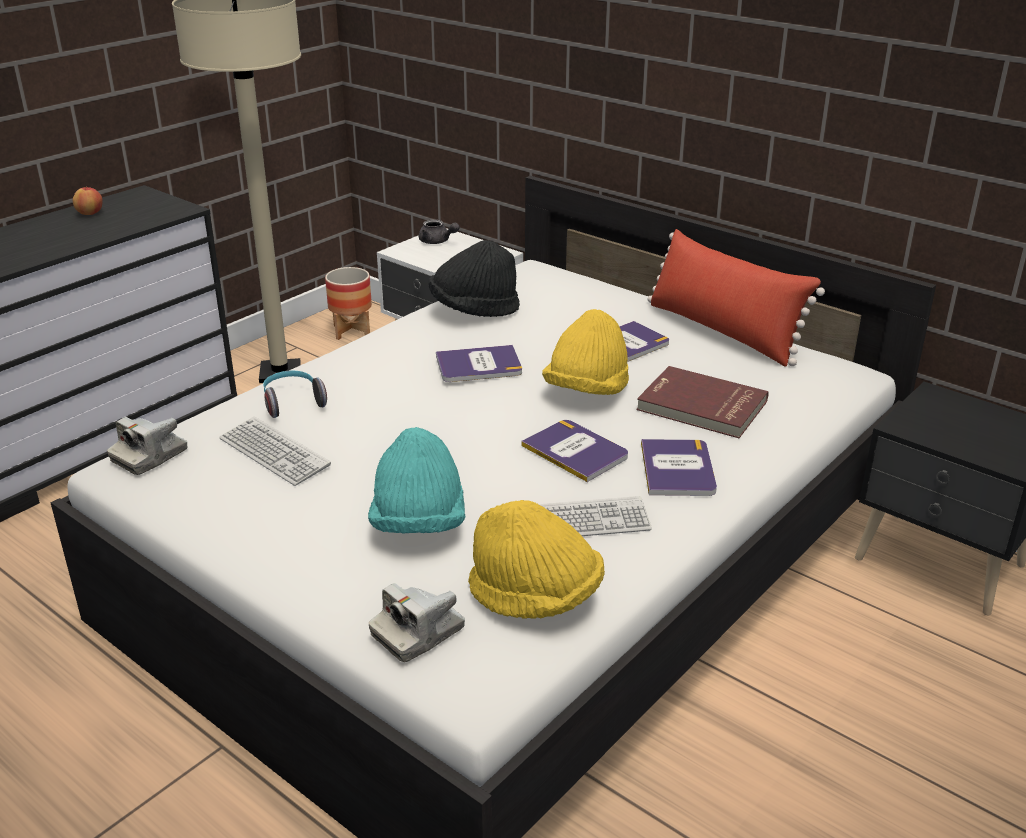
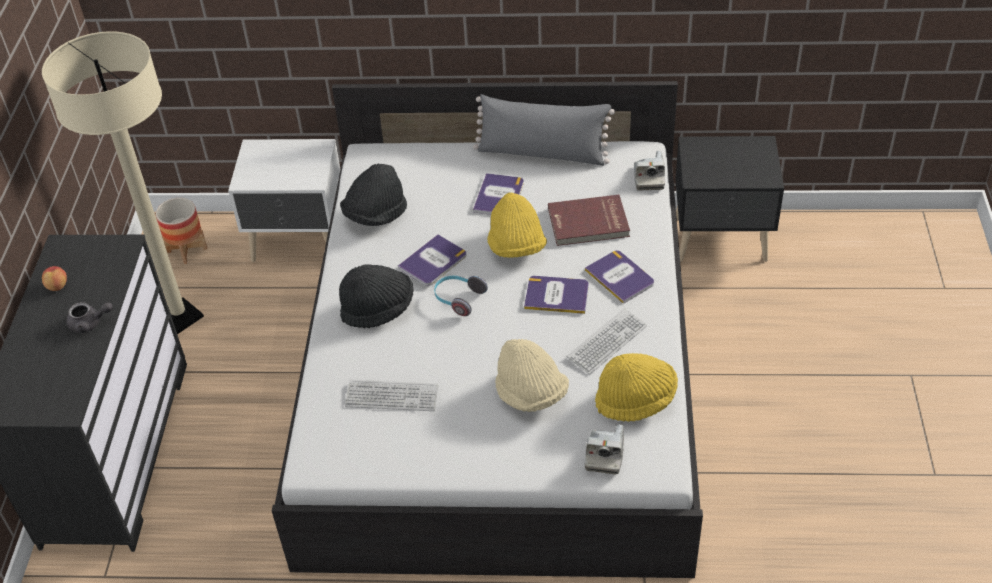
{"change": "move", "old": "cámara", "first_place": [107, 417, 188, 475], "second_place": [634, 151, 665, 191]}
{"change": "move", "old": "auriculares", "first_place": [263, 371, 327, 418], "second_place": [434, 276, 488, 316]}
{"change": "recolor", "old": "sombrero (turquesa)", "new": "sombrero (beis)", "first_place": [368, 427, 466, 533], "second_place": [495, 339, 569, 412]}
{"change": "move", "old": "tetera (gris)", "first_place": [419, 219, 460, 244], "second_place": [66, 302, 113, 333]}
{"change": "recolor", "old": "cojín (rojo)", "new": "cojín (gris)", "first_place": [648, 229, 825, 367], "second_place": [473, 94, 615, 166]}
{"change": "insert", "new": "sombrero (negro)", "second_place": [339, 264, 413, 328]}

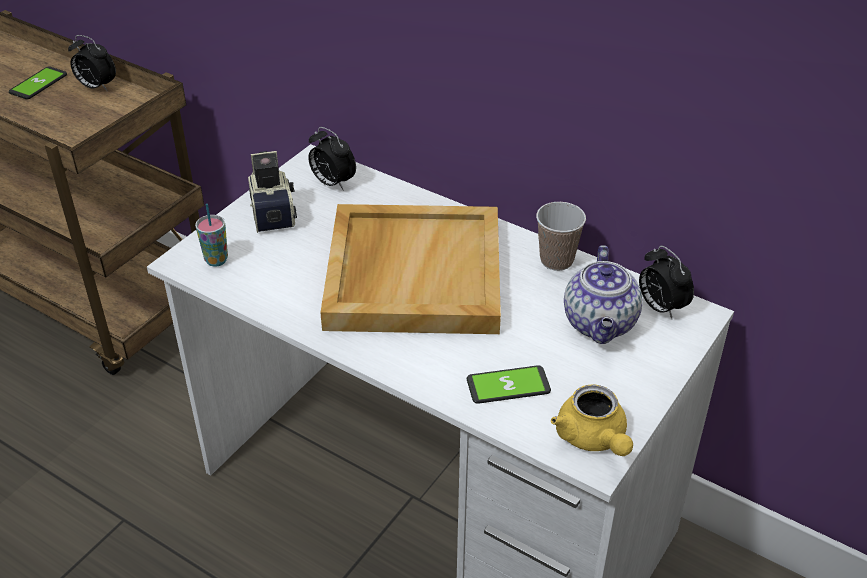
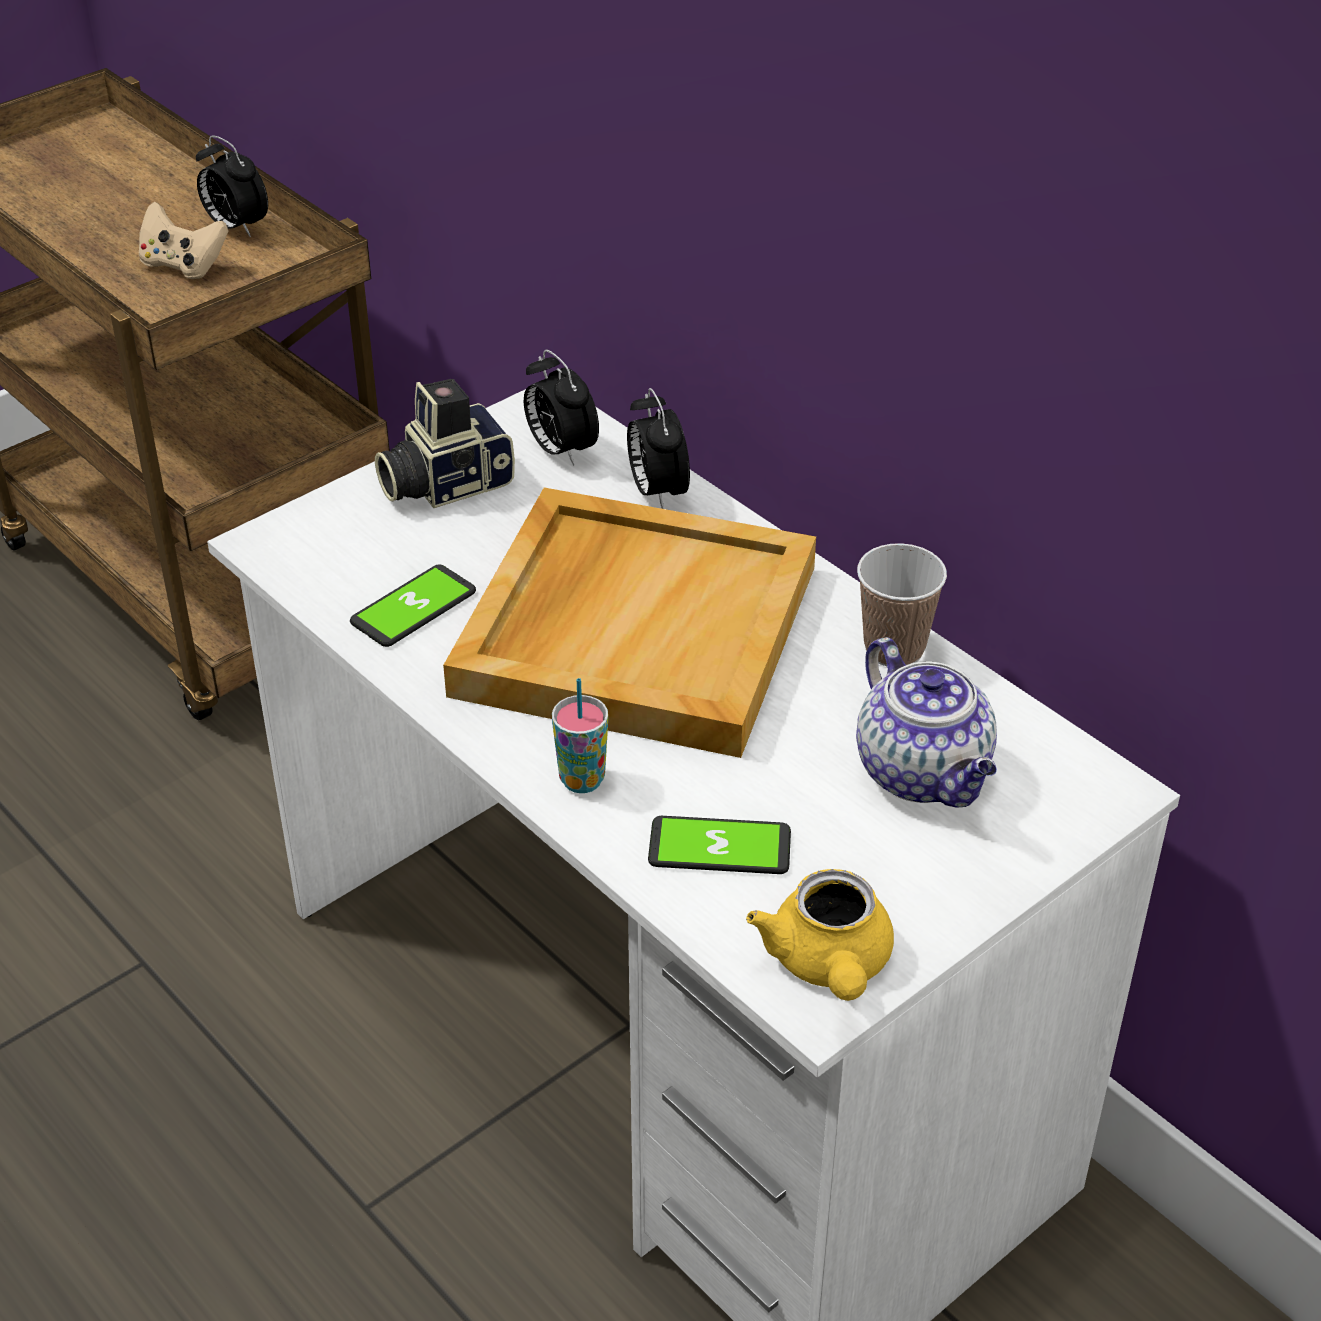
{"change": "move", "old": "móvil", "first_place": [9, 66, 67, 99], "second_place": [350, 564, 476, 647]}
{"change": "move", "old": "taza", "first_place": [195, 204, 228, 267], "second_place": [552, 678, 608, 793]}
{"change": "rotate", "old": "cámara", "first_place": [248, 151, 297, 233], "second_place": [375, 379, 515, 508], "degrees": -120}
{"change": "rotate", "old": "tetera", "first_place": [564, 245, 643, 344], "second_place": [856, 637, 997, 807], "degrees": -45}
{"change": "move", "old": "despertador", "first_place": [639, 246, 694, 319], "second_place": [627, 388, 690, 509]}
{"change": "insert", "new": "mando de consola (beis)", "second_place": [139, 201, 229, 279]}

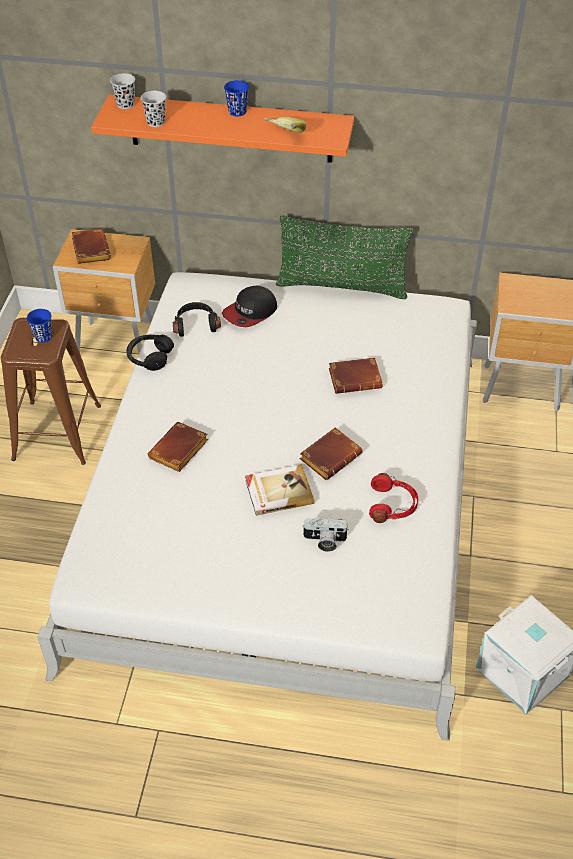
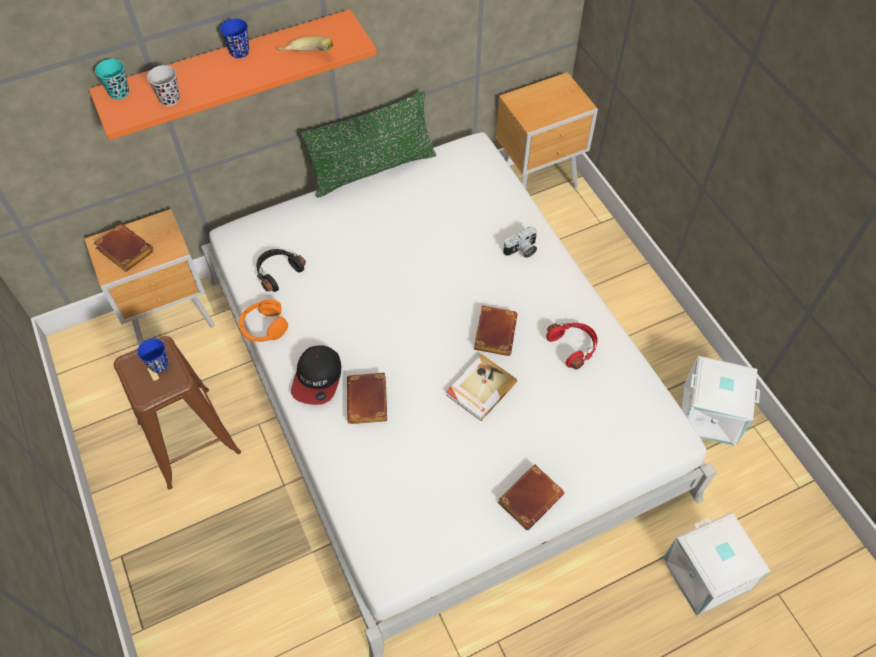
{"change": "recolor", "old": "taza (negro)", "new": "taza (turquesa)", "first_place": [110, 73, 135, 109], "second_place": [95, 59, 129, 100]}
{"change": "recolor", "old": "auriculares (negro)", "new": "auriculares (naranja)", "first_place": [126, 335, 174, 371], "second_place": [239, 299, 288, 342]}
{"change": "move", "old": "gorra", "first_place": [222, 285, 277, 327], "second_place": [291, 345, 341, 405]}
{"change": "move", "old": "cámara", "first_place": [302, 518, 349, 552], "second_place": [503, 226, 537, 258]}
{"change": "move", "old": "libro (marrón)", "first_place": [329, 357, 382, 394], "second_place": [498, 464, 564, 530]}
{"change": "insert", "new": "caja de almacenaje (blanco)", "second_place": [663, 512, 771, 616]}

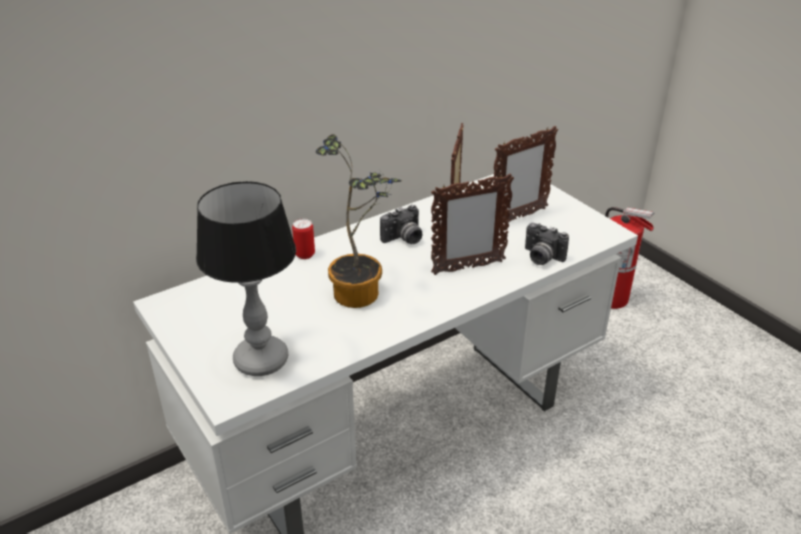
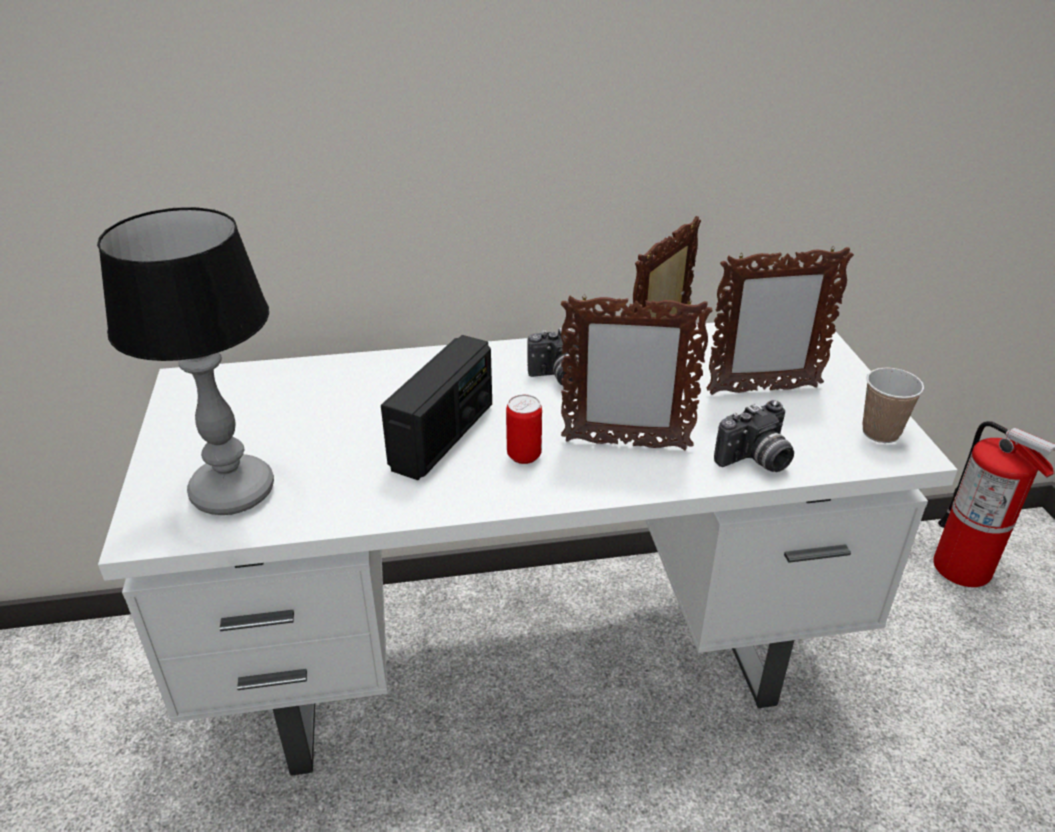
{"change": "move", "old": "lata", "first_place": [292, 219, 315, 259], "second_place": [506, 394, 542, 464]}
{"change": "replace", "old": "planta en maceta", "new": "radio", "first_place": [316, 134, 402, 308], "second_place": [381, 335, 492, 480]}
{"change": "rotate", "old": "cámara", "first_place": [525, 223, 569, 265], "second_place": [714, 400, 794, 472], "degrees": -90}
{"change": "insert", "new": "taza", "second_place": [862, 368, 924, 443]}

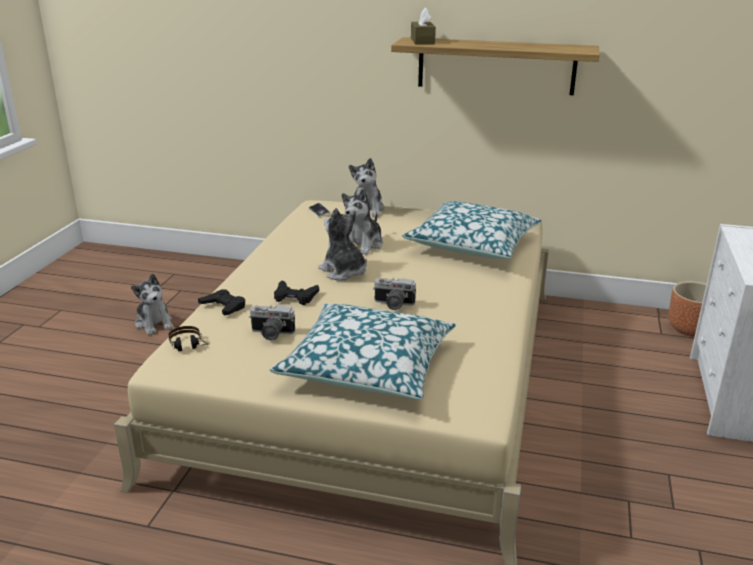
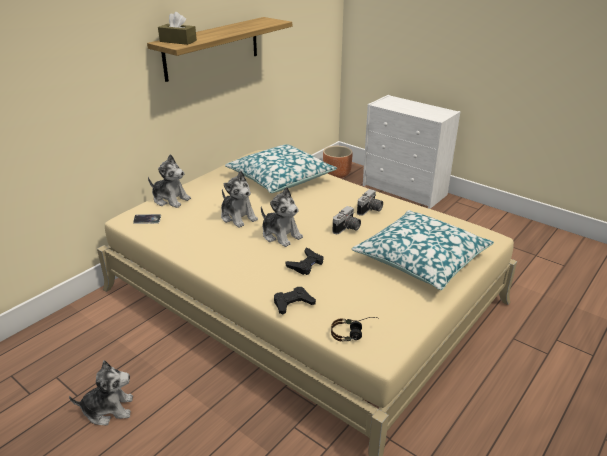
{"change": "move", "old": "cámara", "first_place": [249, 305, 295, 340], "second_place": [357, 189, 383, 216]}
{"change": "rotate", "old": "peluche", "first_place": [318, 208, 367, 281], "second_place": [261, 187, 303, 247], "degrees": -120}

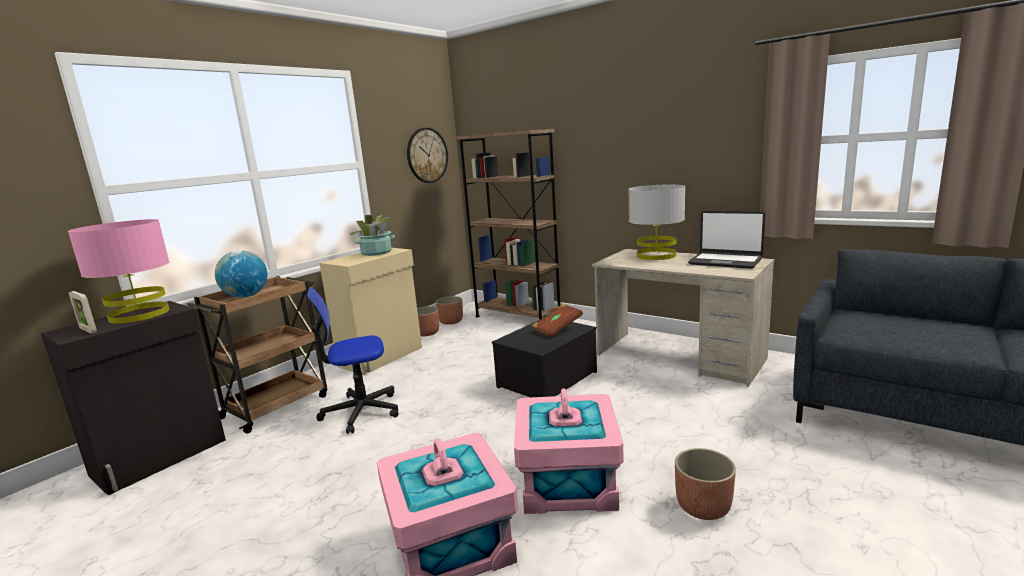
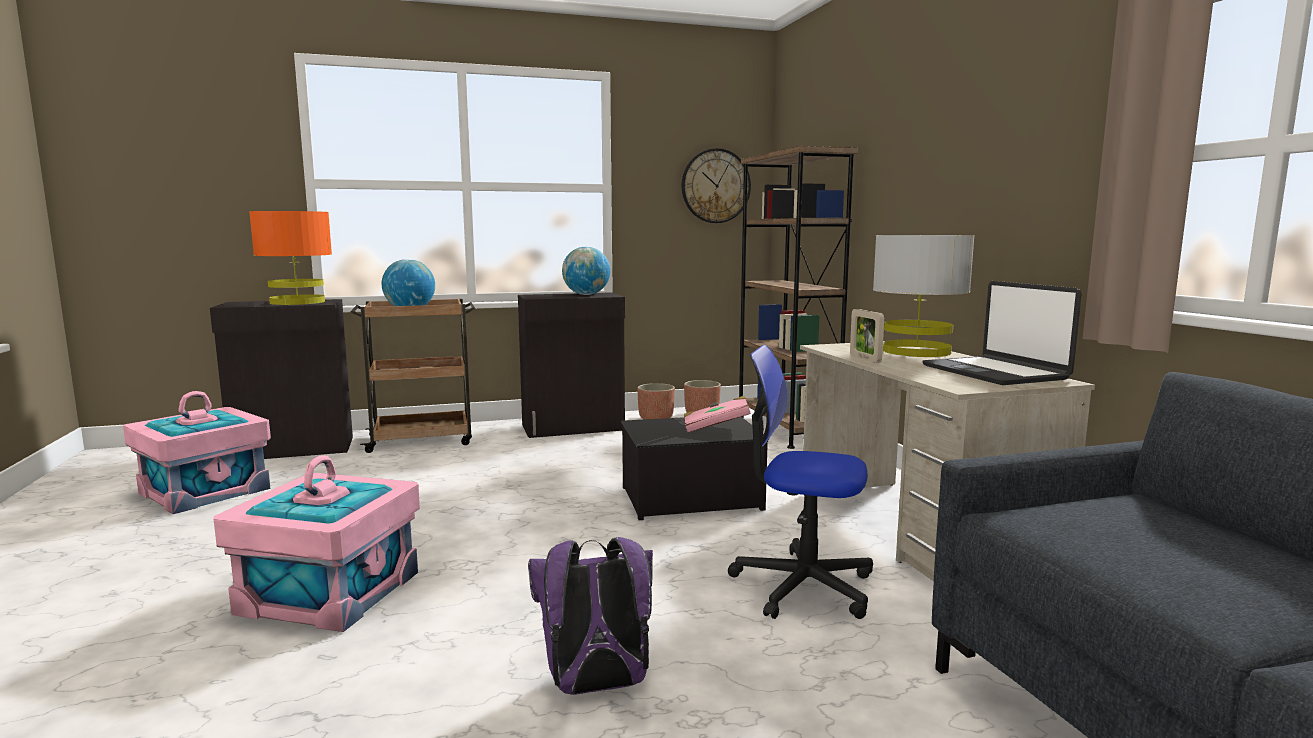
{"change": "recolor", "old": "lámpara de mesa (rosa)", "new": "lámpara de mesa (naranja)", "first_place": [68, 219, 169, 324], "second_place": [249, 211, 332, 305]}
{"change": "move", "old": "portarretratos", "first_place": [69, 291, 97, 334], "second_place": [850, 309, 884, 363]}
{"change": "move", "old": "silla de oficina", "first_place": [307, 287, 399, 434], "second_place": [728, 345, 873, 619]}
{"change": "recolor", "old": "armario (beis)", "new": "armario (negro)", "first_place": [319, 248, 422, 375], "second_place": [518, 292, 625, 438]}
{"change": "replace", "old": "planta en maceta", "new": "globo terráqueo", "first_place": [348, 215, 395, 256], "second_place": [562, 247, 610, 295]}
{"change": "move", "old": "caja de almacenaje (rosa)", "first_place": [514, 388, 624, 514], "second_place": [123, 391, 271, 514]}
{"change": "recolor", "old": "libro (marrón)", "new": "libro (rosa)", "first_place": [532, 304, 583, 337], "second_place": [684, 395, 751, 433]}
{"change": "replace", "old": "maceta", "new": "mochila (morado)", "first_place": [675, 448, 736, 520], "second_place": [528, 537, 653, 695]}

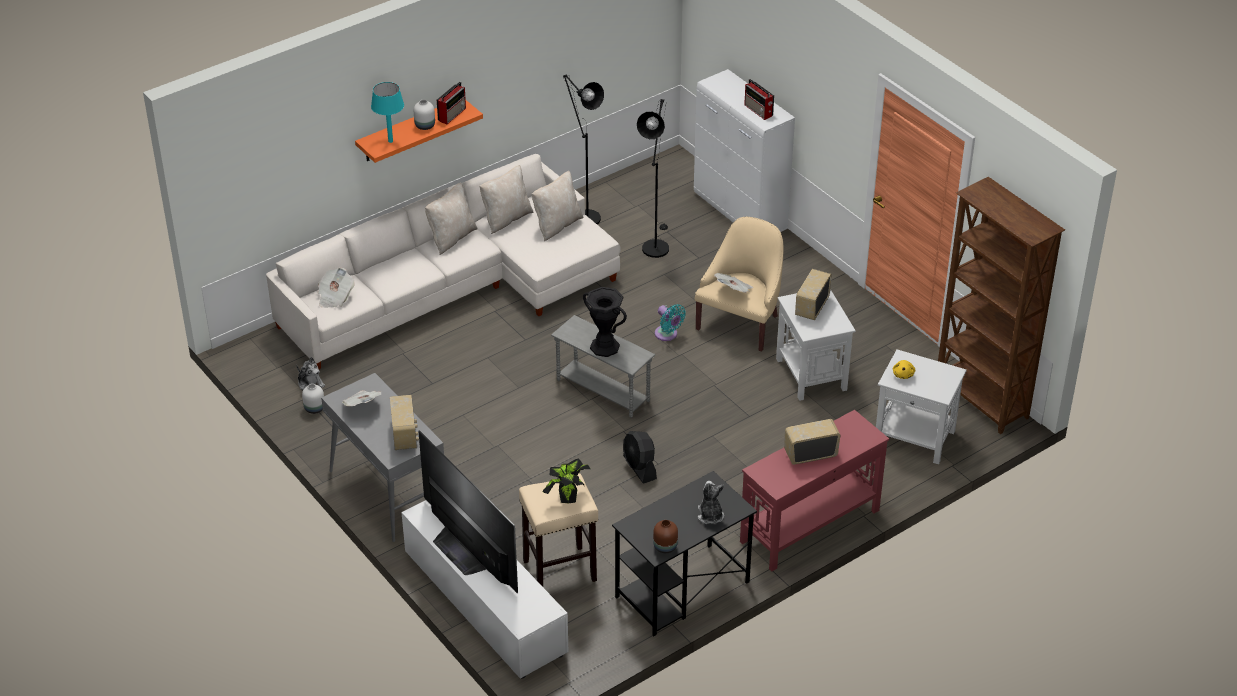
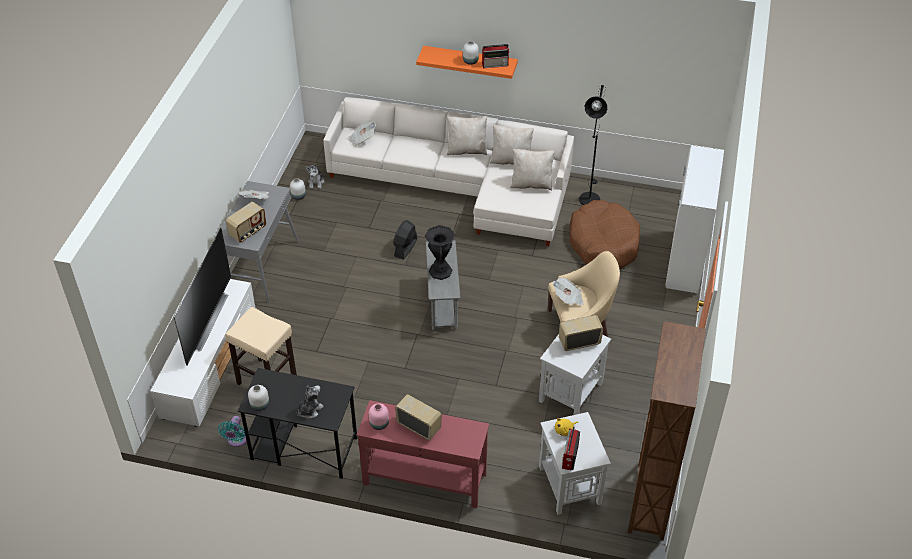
{"change": "delete", "old": "lámpara de mesa (turquesa)", "first_place": [371, 82, 404, 143]}
{"change": "delete", "old": "planta en maceta", "first_place": [542, 459, 591, 504]}
{"change": "move", "old": "ventilador (negro)", "first_place": [623, 431, 657, 484], "second_place": [393, 220, 417, 260]}
{"change": "replace", "old": "lámpara de pie (negro)", "new": "cama para perro (marrón)", "first_place": [637, 99, 669, 258], "second_place": [569, 200, 640, 269]}
{"change": "recolor", "old": "florero (marrón)", "new": "florero (blanco)", "first_place": [653, 520, 678, 553], "second_place": [248, 385, 269, 411]}
{"change": "move", "old": "ventilador (turquesa)", "first_place": [655, 304, 686, 341], "second_place": [218, 416, 247, 447]}
{"change": "move", "old": "radio", "first_place": [744, 79, 774, 120], "second_place": [562, 427, 580, 470]}
{"change": "insert", "new": "florero (rosa)", "second_place": [369, 403, 389, 430]}

